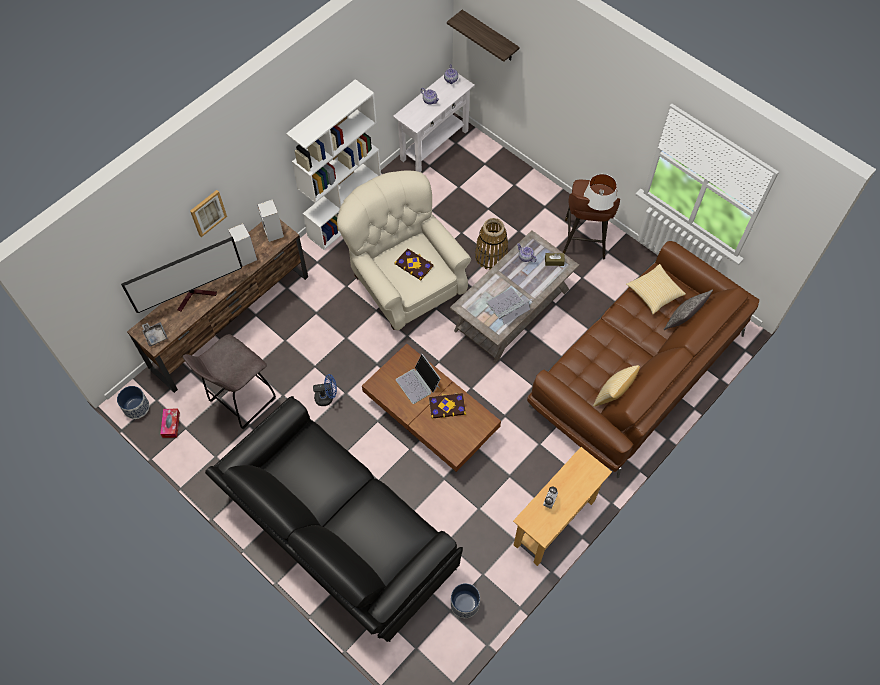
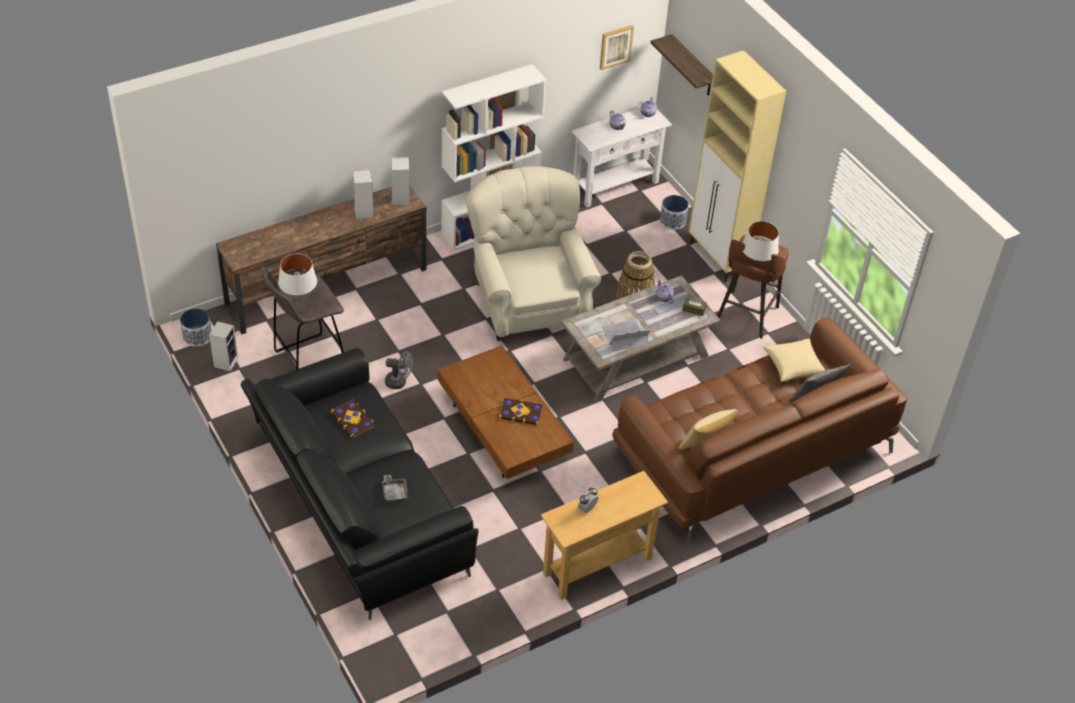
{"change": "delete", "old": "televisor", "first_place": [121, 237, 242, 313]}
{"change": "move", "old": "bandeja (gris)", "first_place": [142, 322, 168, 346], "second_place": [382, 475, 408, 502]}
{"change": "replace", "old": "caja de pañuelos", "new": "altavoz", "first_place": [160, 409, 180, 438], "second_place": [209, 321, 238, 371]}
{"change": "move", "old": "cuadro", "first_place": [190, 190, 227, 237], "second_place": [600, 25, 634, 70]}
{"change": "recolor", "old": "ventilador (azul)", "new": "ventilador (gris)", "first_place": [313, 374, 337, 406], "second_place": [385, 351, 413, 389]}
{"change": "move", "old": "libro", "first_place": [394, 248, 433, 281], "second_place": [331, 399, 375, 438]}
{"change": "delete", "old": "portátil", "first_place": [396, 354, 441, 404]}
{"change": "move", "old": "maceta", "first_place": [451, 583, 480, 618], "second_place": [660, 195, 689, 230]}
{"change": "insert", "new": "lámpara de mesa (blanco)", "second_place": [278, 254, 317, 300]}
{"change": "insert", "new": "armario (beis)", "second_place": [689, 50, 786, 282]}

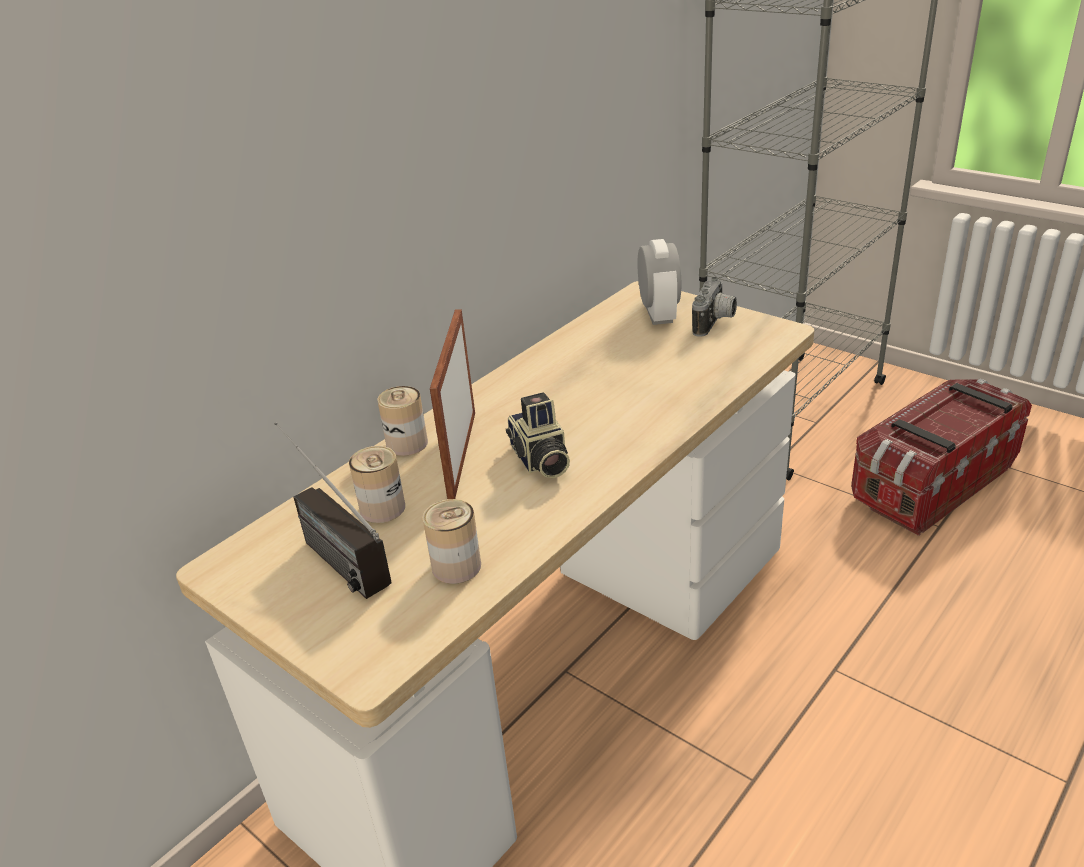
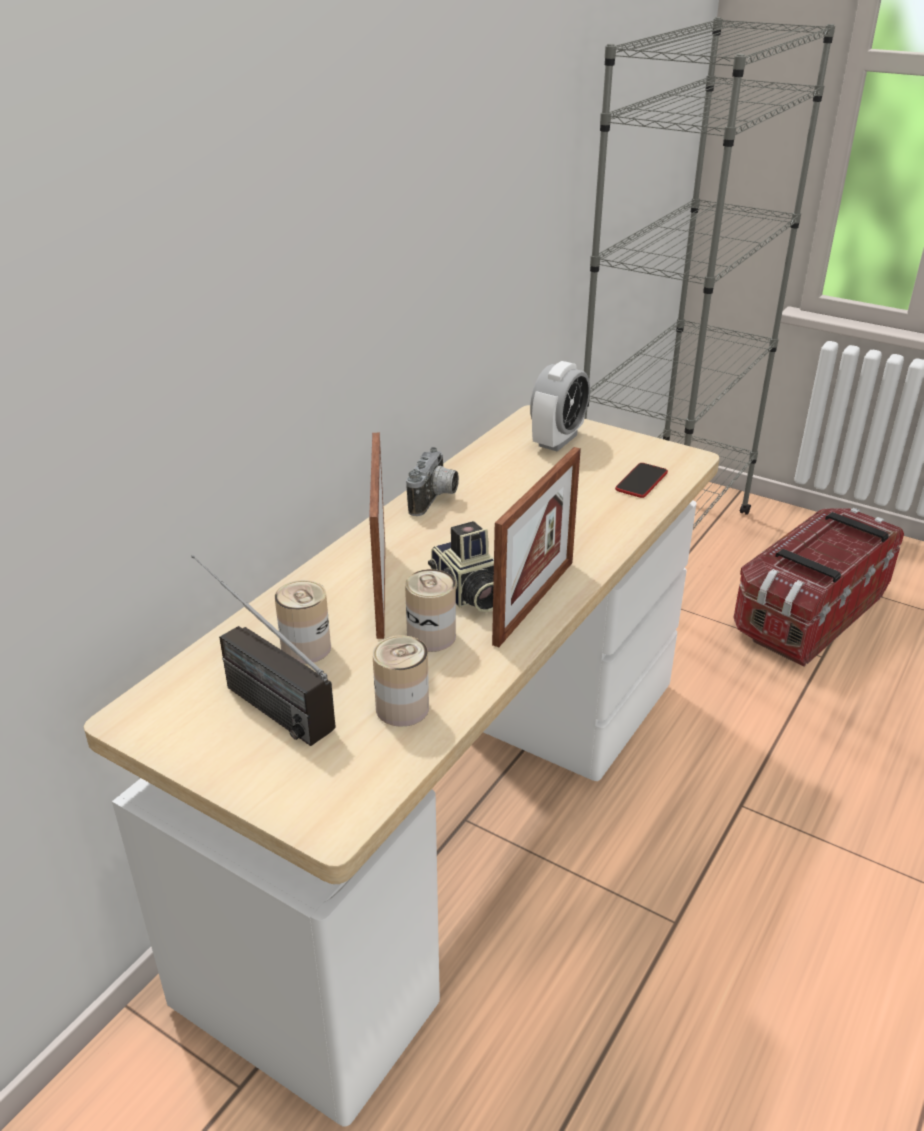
{"change": "move", "old": "lata", "first_place": [377, 386, 428, 456], "second_place": [405, 569, 456, 652]}
{"change": "rotate", "old": "despertador", "first_place": [638, 239, 681, 325], "second_place": [530, 361, 590, 452], "degrees": 45}
{"change": "move", "old": "cámara", "first_place": [692, 277, 737, 337], "second_place": [406, 447, 459, 516]}
{"change": "insert", "new": "portarretratos", "second_place": [492, 447, 581, 647]}
{"change": "insert", "new": "móvil", "second_place": [615, 463, 668, 498]}

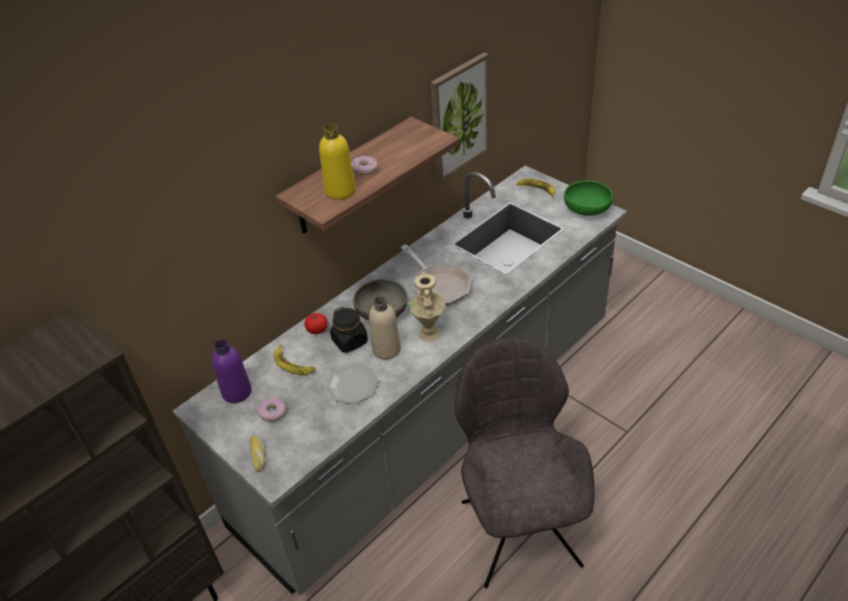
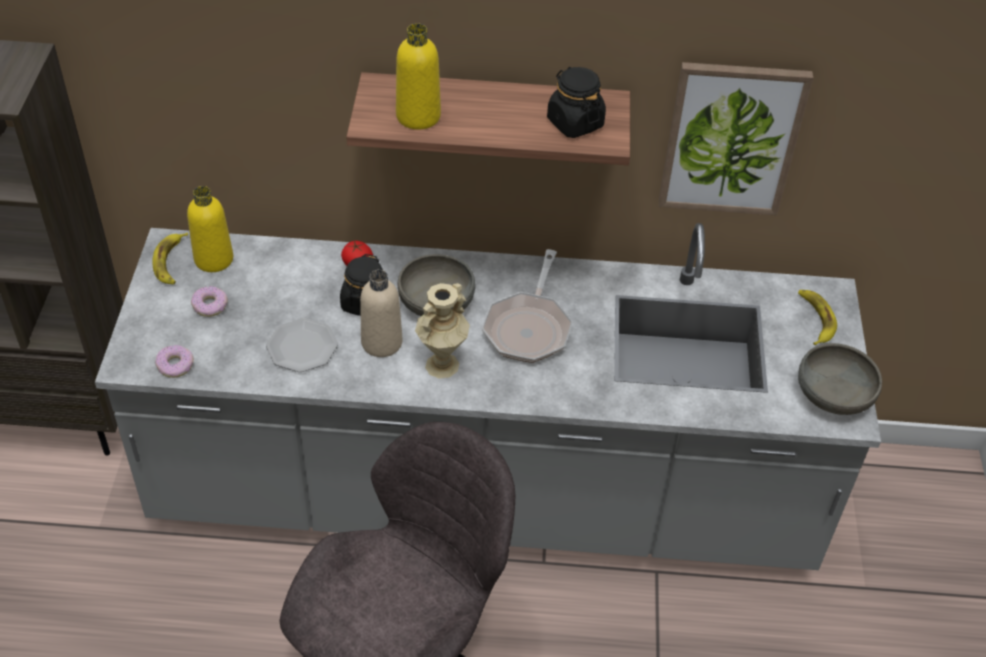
{"change": "recolor", "old": "botella (morado)", "new": "botella (amarillo)", "first_place": [212, 339, 252, 403], "second_place": [187, 186, 233, 272]}
{"change": "delete", "old": "pan", "first_place": [250, 436, 265, 472]}
{"change": "move", "old": "plátano", "first_place": [274, 344, 316, 375], "second_place": [152, 232, 188, 284]}
{"change": "move", "old": "rosquilla", "first_place": [351, 156, 378, 175], "second_place": [155, 345, 194, 378]}
{"change": "recolor", "old": "cuenco (verde)", "new": "cuenco (gris)", "first_place": [564, 180, 613, 216], "second_place": [798, 343, 882, 415]}
{"change": "insert", "new": "tarro (negro)", "second_place": [547, 67, 606, 138]}

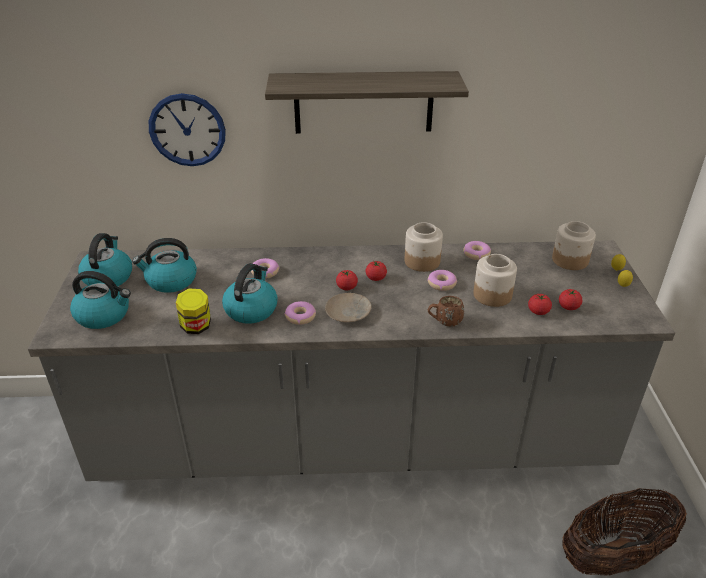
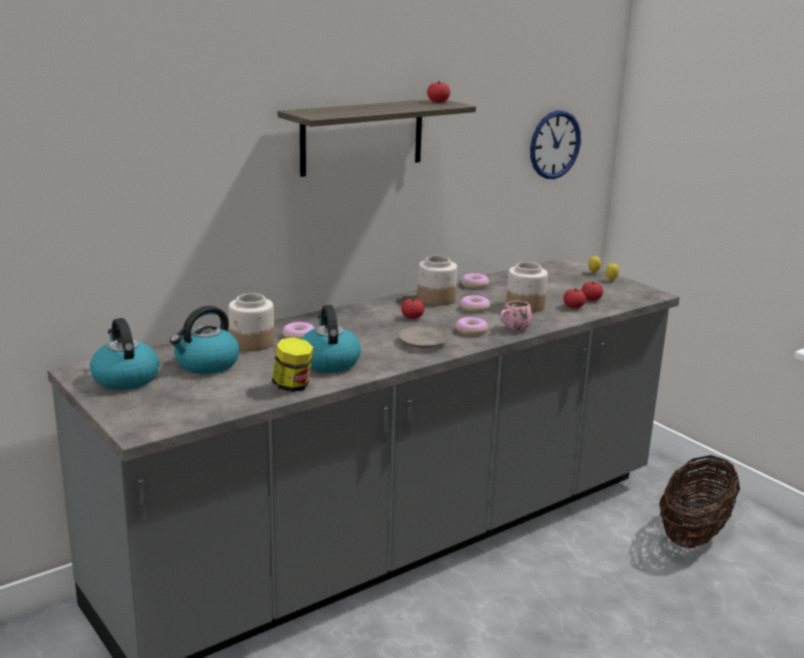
{"change": "delete", "old": "hervidor", "first_place": [70, 271, 131, 329]}
{"change": "move", "old": "reloj de pared", "first_place": [149, 93, 226, 166], "second_place": [530, 110, 581, 179]}
{"change": "move", "old": "rosquilla", "first_place": [284, 301, 316, 325], "second_place": [456, 317, 488, 336]}
{"change": "move", "old": "tomate", "first_place": [336, 270, 358, 290], "second_place": [427, 81, 450, 103]}
{"change": "recolor", "old": "taza grande (marrón)", "new": "taza grande (rosa)", "first_place": [428, 296, 464, 327], "second_place": [500, 301, 532, 331]}
{"change": "move", "old": "tarro", "first_place": [552, 221, 596, 270], "second_place": [229, 293, 274, 351]}

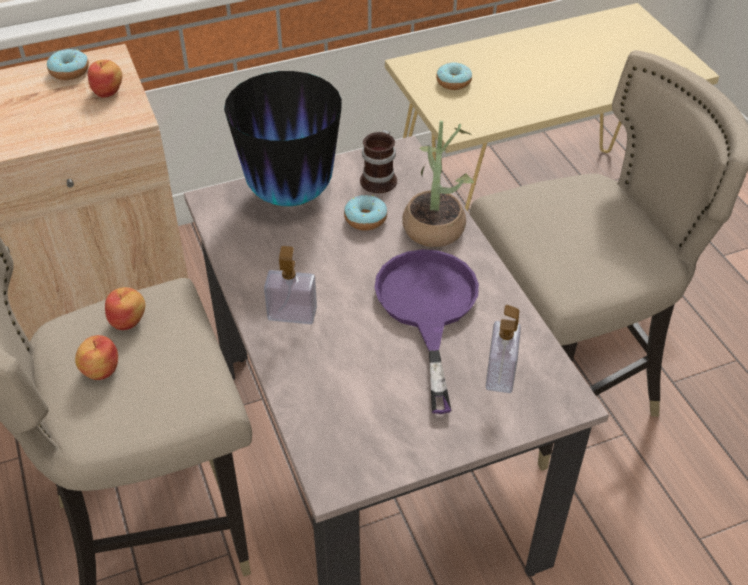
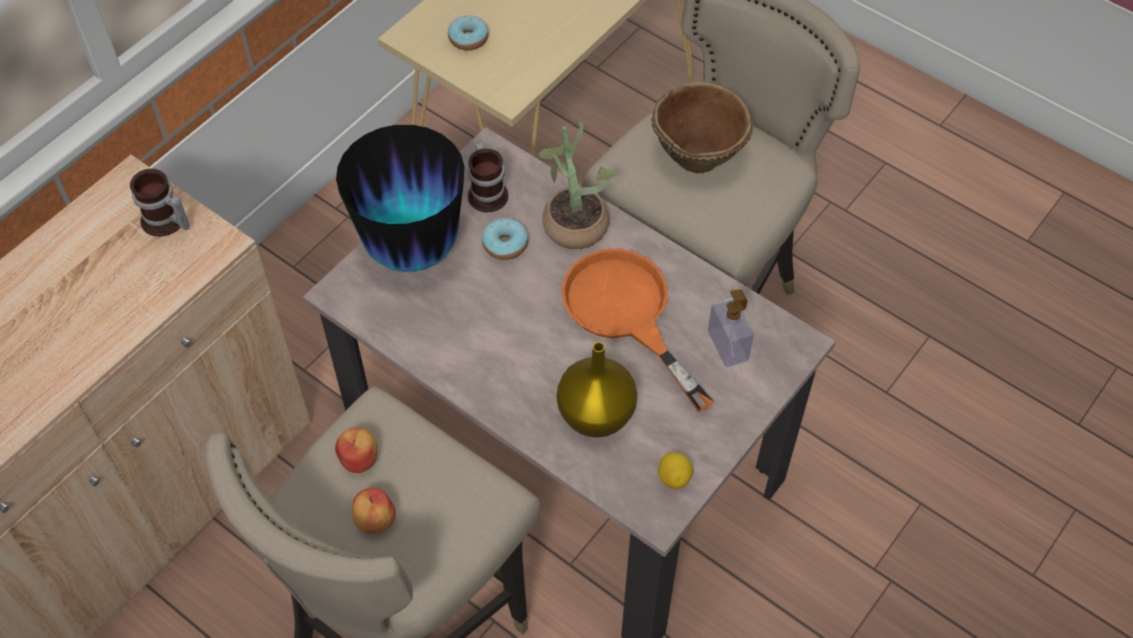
{"change": "delete", "old": "rosquilla", "first_place": [47, 49, 89, 80]}
{"change": "replace", "old": "manzana", "new": "taza grande", "first_place": [88, 60, 122, 98], "second_place": [130, 169, 190, 237]}
{"change": "delete", "old": "dispensador de jabón", "first_place": [264, 246, 317, 324]}
{"change": "recolor", "old": "sartén (morado)", "new": "sartén (naranja)", "first_place": [374, 249, 479, 414], "second_place": [562, 248, 714, 412]}
{"change": "insert", "new": "florero (amarillo)", "second_place": [557, 342, 637, 438]}
{"change": "insert", "new": "cuenco (marrón)", "second_place": [651, 82, 753, 173]}
{"change": "insert", "new": "limón", "second_place": [658, 453, 693, 489]}

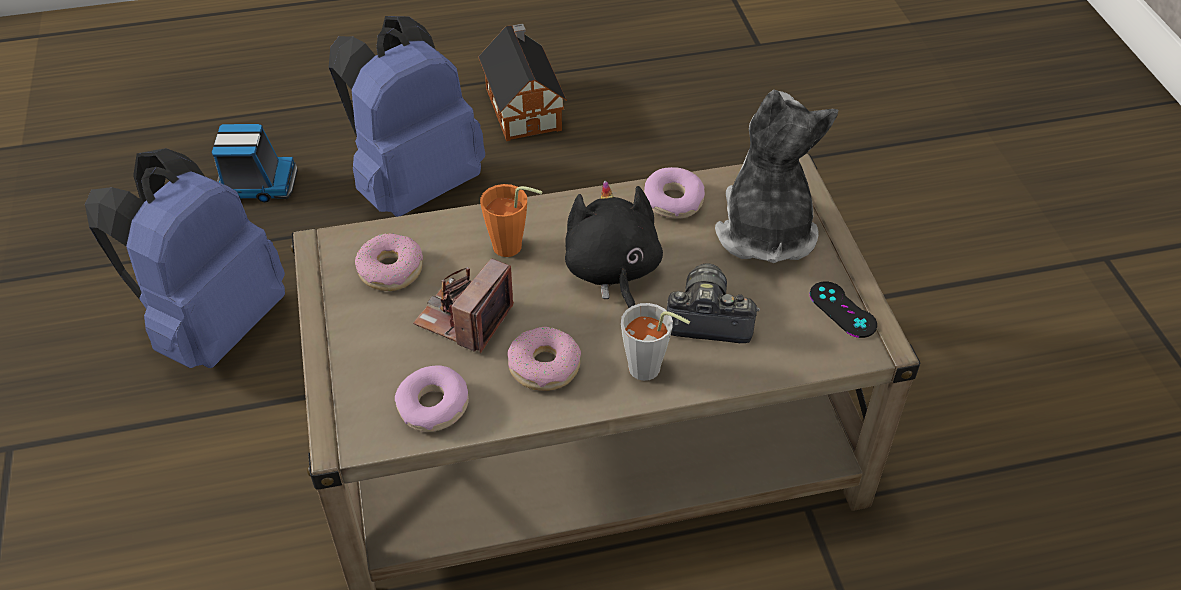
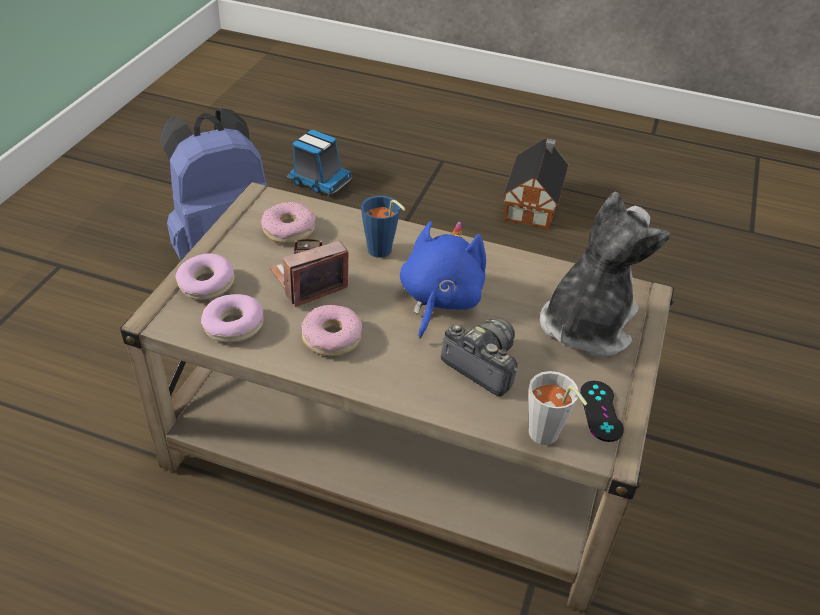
{"change": "delete", "old": "mochila (azul)", "first_place": [329, 16, 485, 217]}
{"change": "recolor", "old": "taza (naranja)", "new": "taza (azul)", "first_place": [480, 184, 542, 257], "second_place": [361, 196, 405, 258]}
{"change": "recolor", "old": "peluche (negro)", "new": "peluche (azul)", "first_place": [565, 181, 663, 308], "second_place": [400, 221, 486, 339]}
{"change": "move", "old": "taza (gris)", "first_place": [621, 303, 690, 381], "second_place": [528, 371, 587, 445]}
{"change": "move", "old": "rosquilla", "first_place": [644, 167, 705, 219], "second_place": [175, 253, 234, 300]}

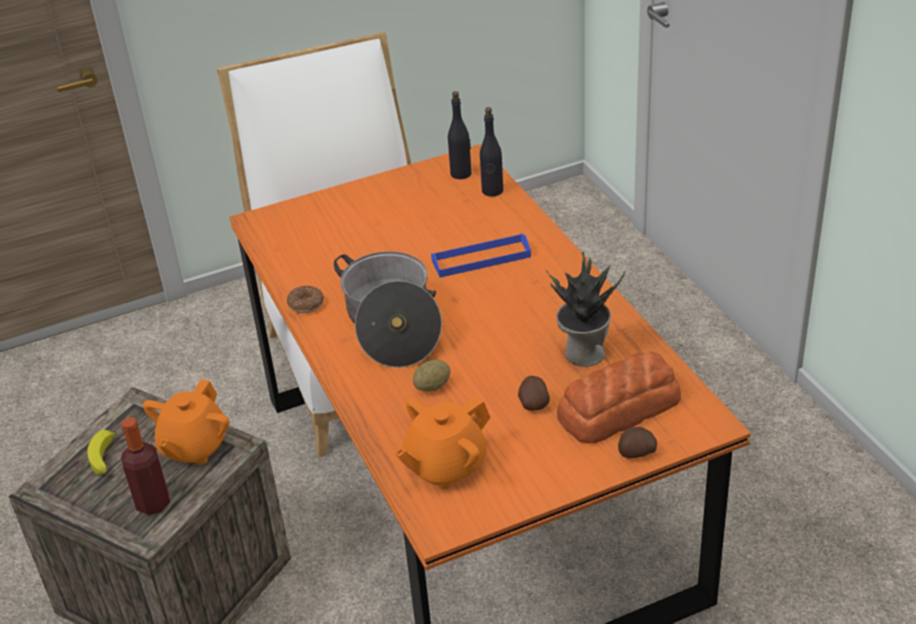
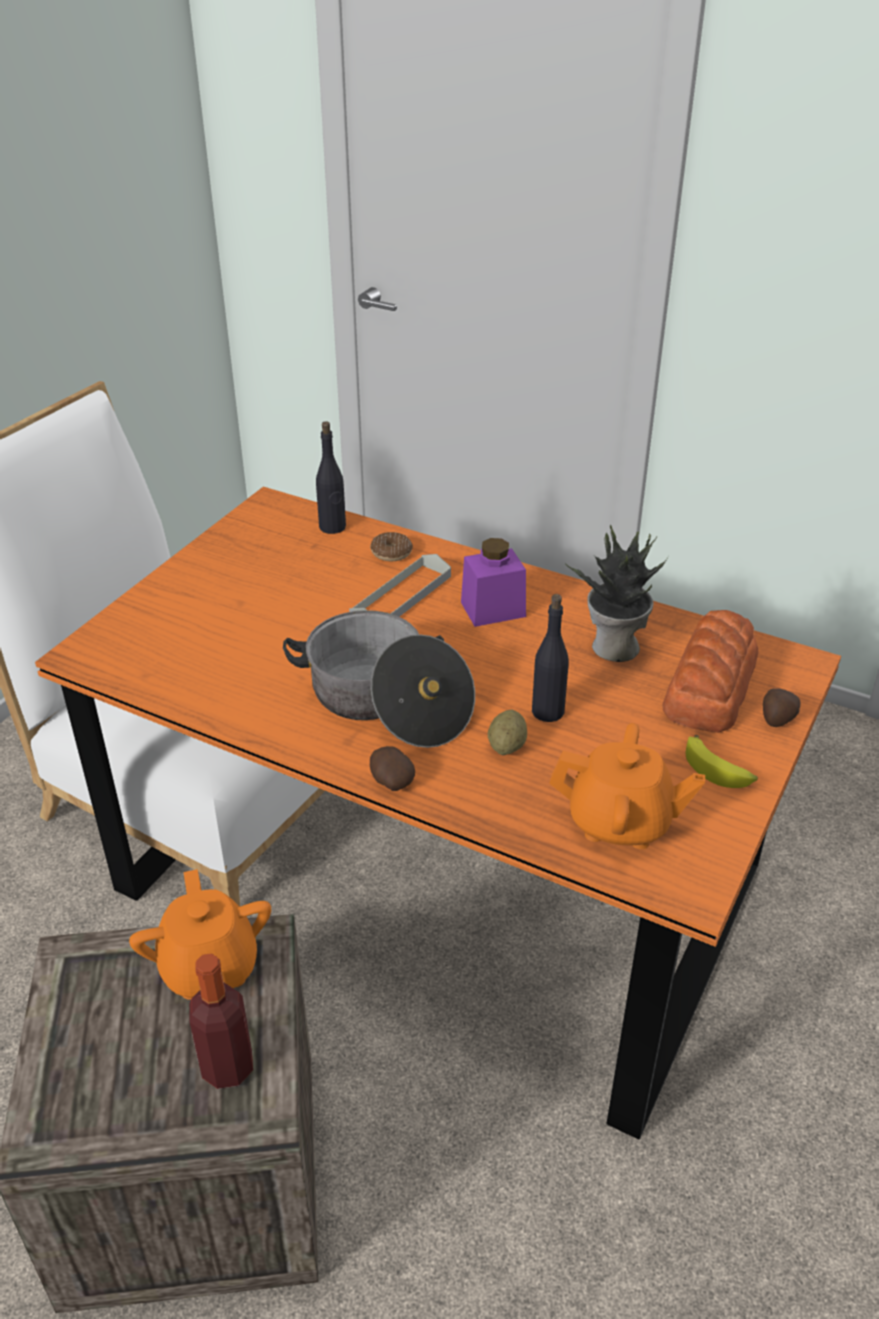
{"change": "move", "old": "plátano", "first_place": [87, 430, 117, 475], "second_place": [686, 735, 758, 788]}
{"change": "move", "old": "rosquilla", "first_place": [287, 286, 324, 313], "second_place": [370, 532, 413, 561]}
{"change": "rotate", "old": "tetera (naranja)", "first_place": [395, 396, 491, 489], "second_place": [549, 723, 705, 849], "degrees": -90}
{"change": "recolor", "old": "bandeja (azul)", "new": "bandeja (gris)", "first_place": [431, 233, 531, 278], "second_place": [349, 554, 451, 617]}
{"change": "move", "old": "botella (negro)", "first_place": [448, 91, 471, 179], "second_place": [532, 594, 569, 722]}
{"change": "move", "old": "patata", "first_place": [518, 376, 550, 411], "second_place": [370, 746, 415, 791]}
{"change": "insert", "new": "tarro (morado)", "second_place": [461, 538, 526, 627]}

